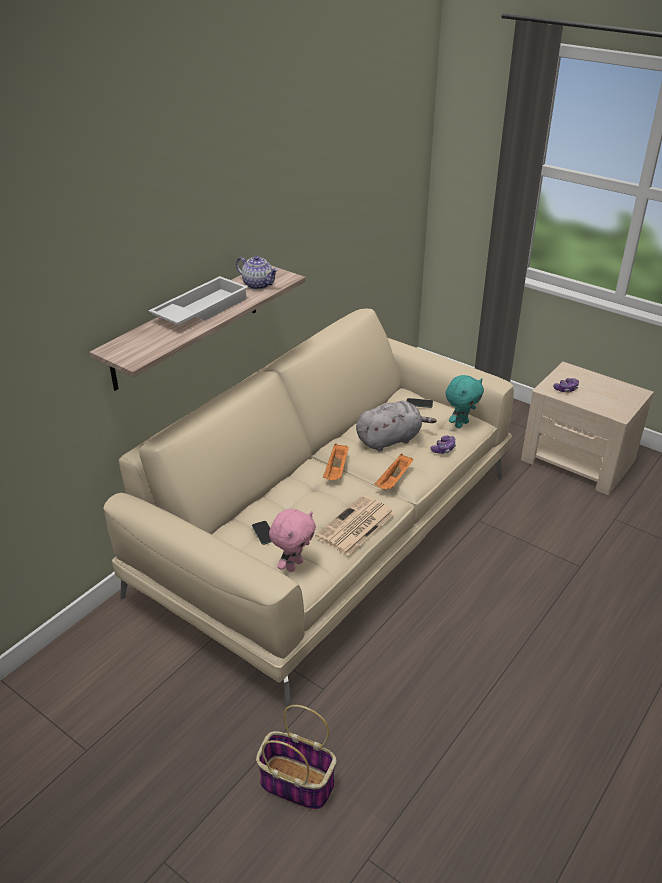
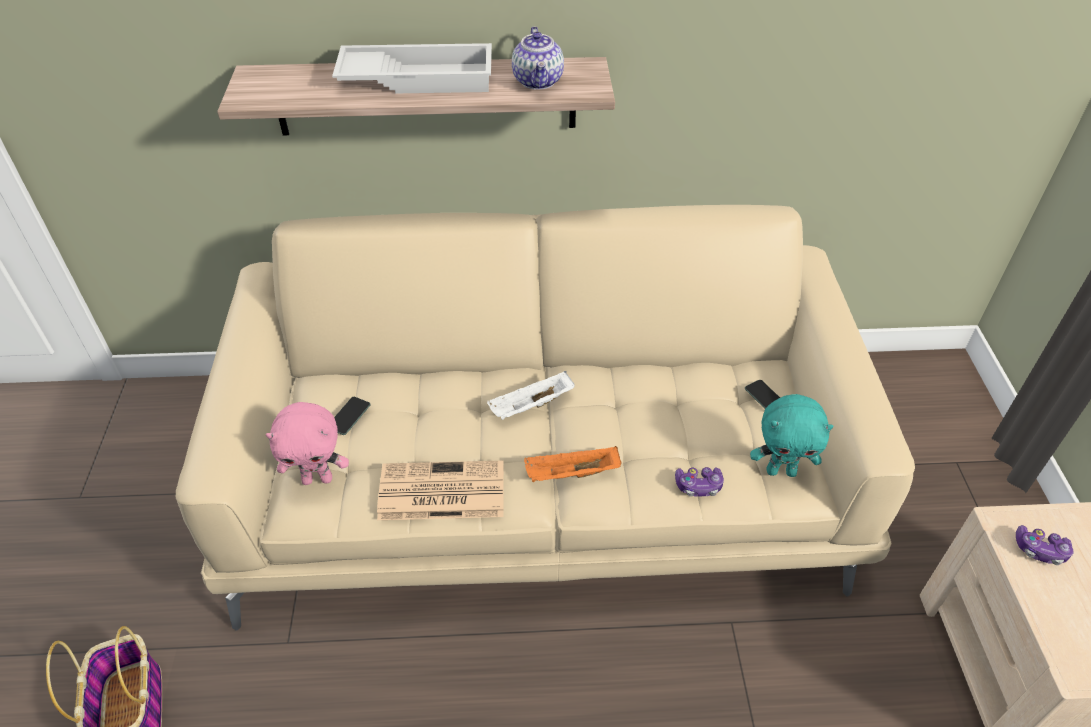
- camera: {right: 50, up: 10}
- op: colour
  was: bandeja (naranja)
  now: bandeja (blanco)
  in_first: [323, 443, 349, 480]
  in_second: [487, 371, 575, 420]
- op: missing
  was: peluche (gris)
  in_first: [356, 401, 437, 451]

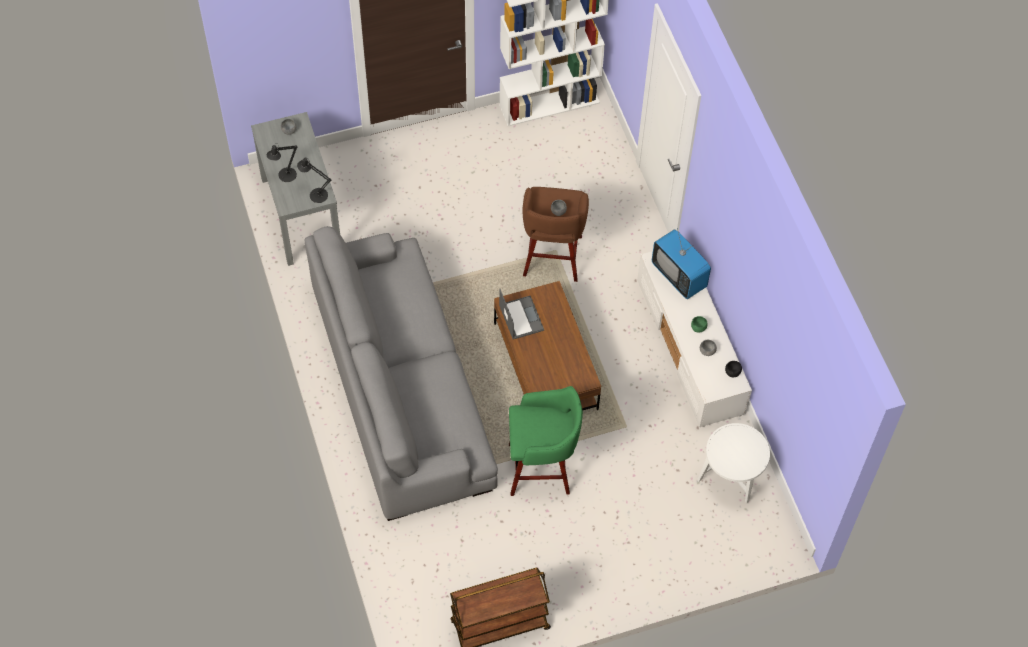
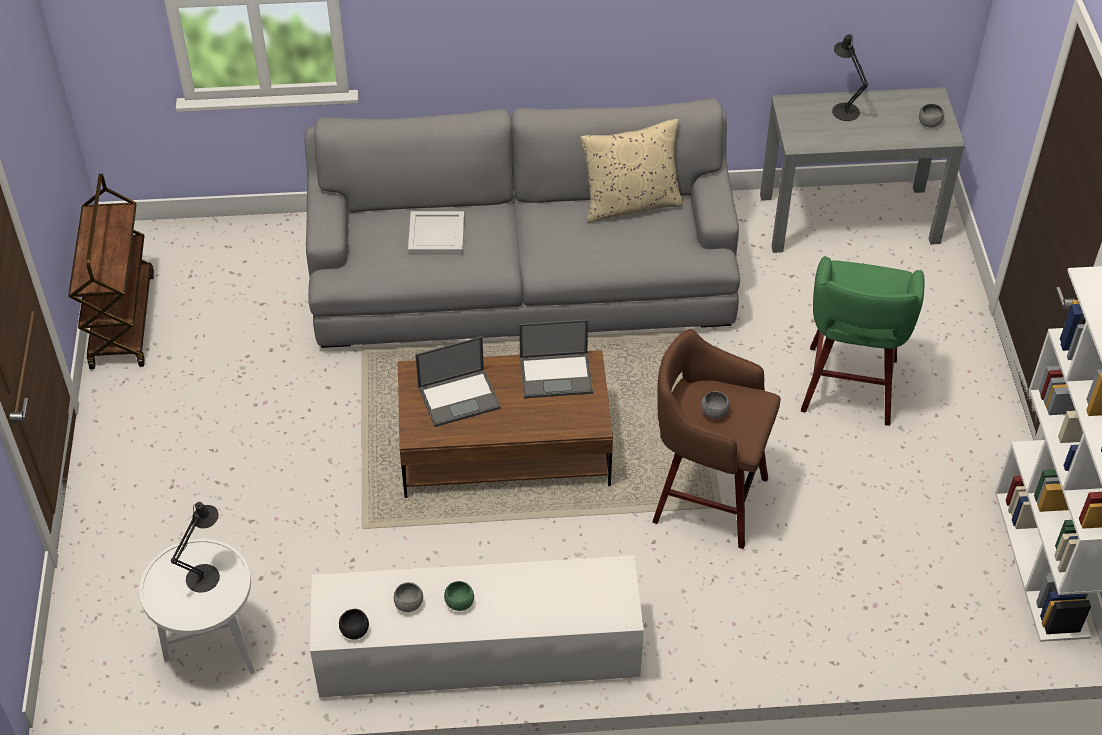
- camera: {right: 105, up: -10}
- op: relocated
  was: lámpara de mesa (negro)
  in_first: [297, 158, 331, 203]
  in_second: [171, 502, 220, 592]
- op: appeared
  now: bandeja (blanco)
  in_second: [408, 211, 464, 255]
- op: appeared
  now: portátil
  in_second: [415, 336, 501, 427]
- op: appeared
  now: cojín (beis)
  in_second: [580, 119, 683, 223]
- op: relocated
  was: taburete (verde)
  in_first: [509, 386, 583, 496]
  in_second: [801, 256, 925, 426]
- op: missing
  was: televisor
  in_first: [652, 228, 711, 299]

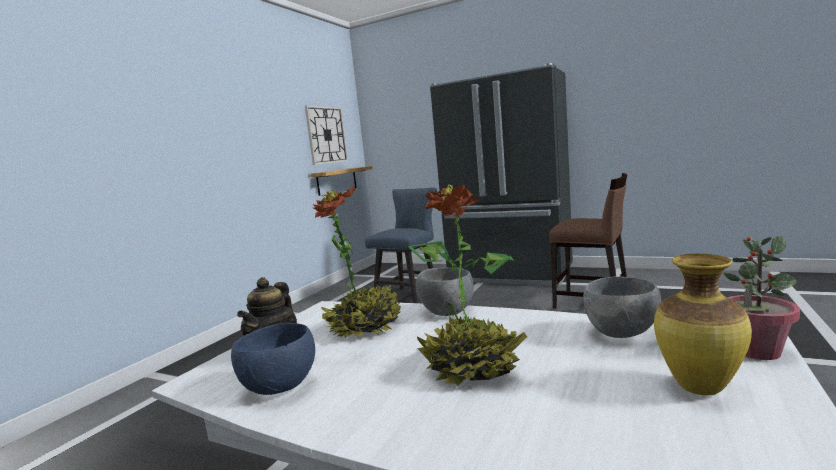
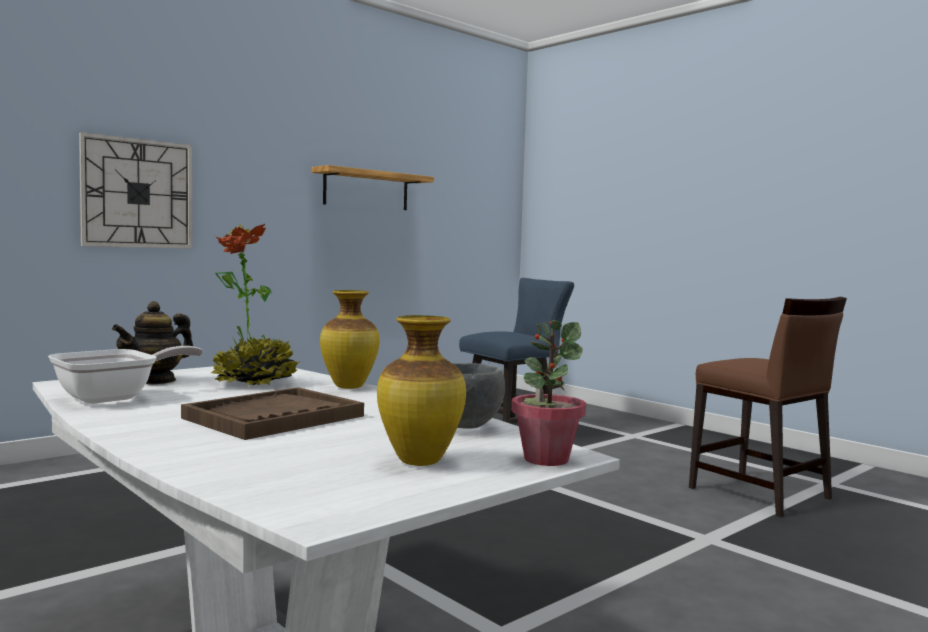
- camera: {right: 20, up: -5}
- op: exchanged
  was: cuenco (azul)
  now: sartén
  in_first: [231, 323, 315, 395]
  in_second: [48, 346, 203, 404]
- op: relocated
  was: reloj de pared
  in_first: [305, 105, 348, 165]
  in_second: [79, 132, 192, 249]
- op: exchanged
  was: planta en maceta
  now: bandeja (marrón)
  in_first: [408, 184, 527, 387]
  in_second: [181, 387, 364, 440]
- op: relocated
  was: estante
  in_first: [310, 166, 372, 196]
  in_second: [312, 165, 434, 210]
- op: exchanged
  was: cuenco (gris)
  now: florero
  in_first: [416, 267, 474, 316]
  in_second: [320, 290, 380, 389]
- op: missing
  was: nevera (negro)
  in_first: [430, 63, 573, 287]

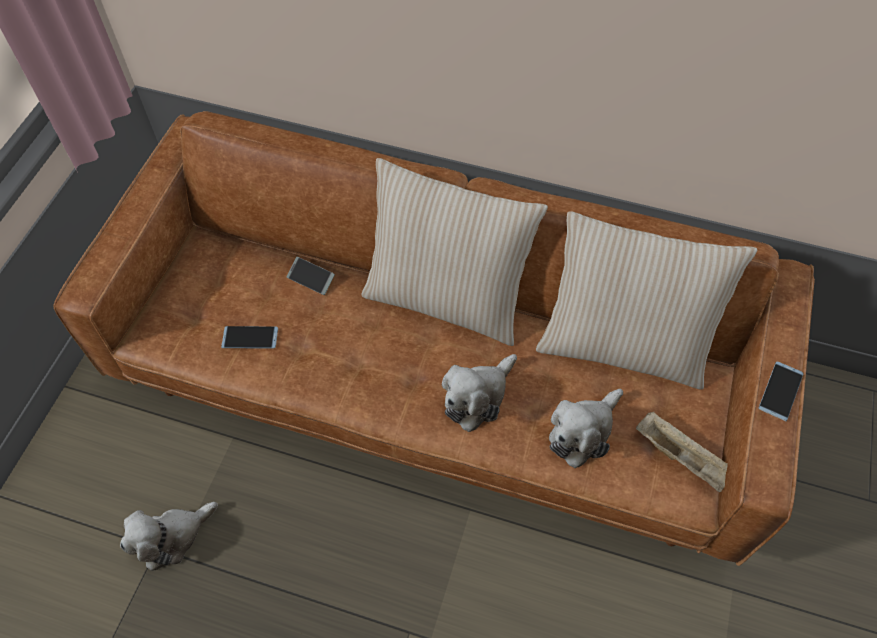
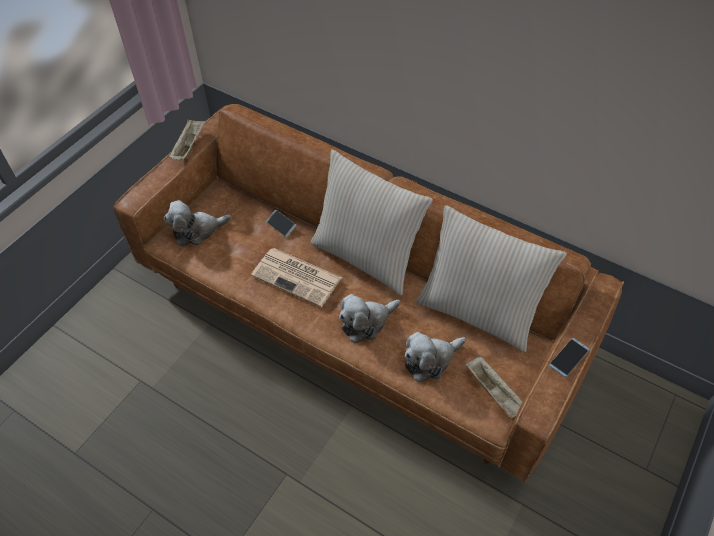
- camera: {right: 15, up: -5}
- op: relocated
  was: peluche
  in_first: [120, 502, 218, 571]
  in_second: [164, 200, 231, 246]
- op: appeared
  now: bandeja (beis)
  in_second: [168, 119, 206, 161]
- op: appeared
  now: periódico
  in_second: [251, 248, 342, 307]
- op: missing
  was: móvil
  in_first: [221, 326, 278, 349]

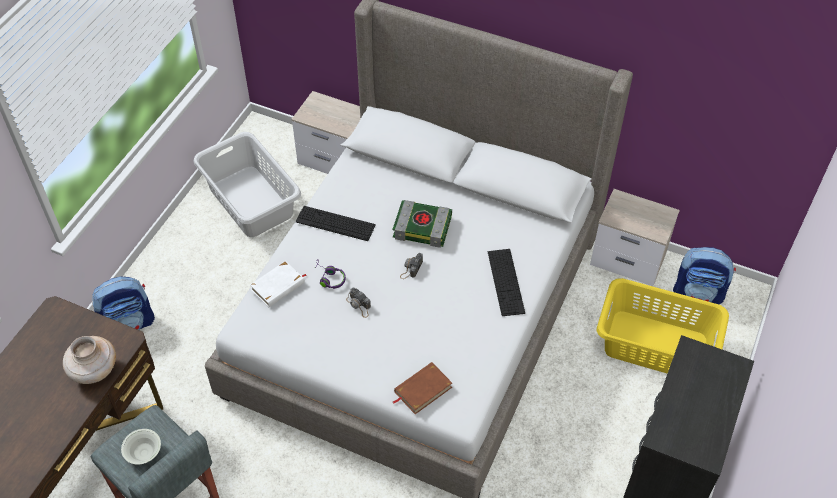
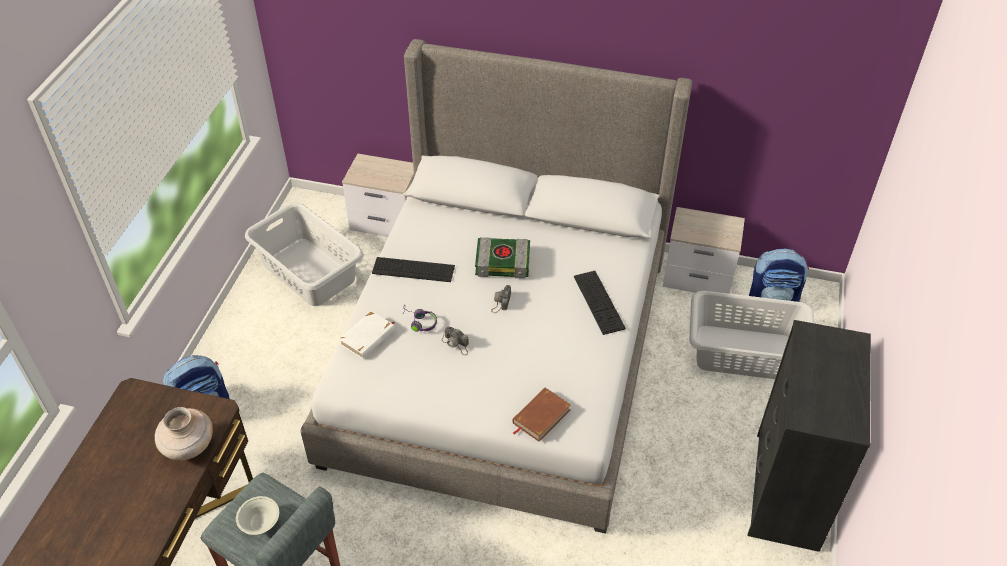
- camera: {right: -10, up: -5}
- op: colour
  was: cesto de la ropa (amarillo)
  now: cesto de la ropa (gris)
  in_first: [597, 278, 729, 374]
  in_second: [689, 291, 814, 379]

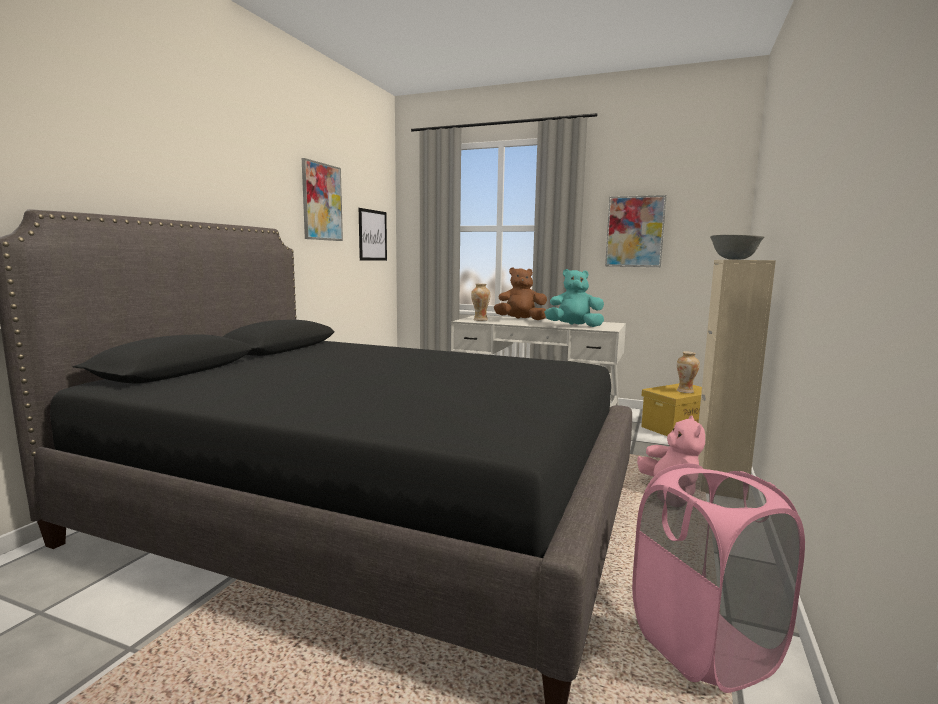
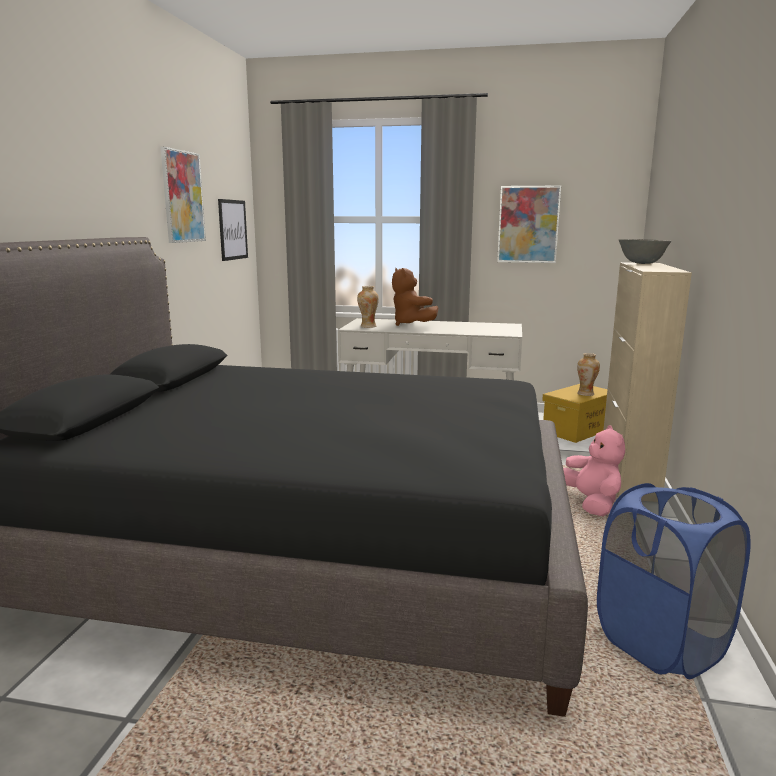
- camera: {right: -10, up: 5}
- op: spun
  was: peluche (marrón)
  in_first: [494, 267, 547, 320]
  in_second: [392, 268, 438, 326]
  clockwise: -105
- op: colour
  was: cesto de la ropa (rosa)
  now: cesto de la ropa (azul)
  in_first: [632, 463, 805, 693]
  in_second: [597, 483, 751, 679]
- op: missing
  was: peluche (turquesa)
  in_first: [544, 269, 604, 327]

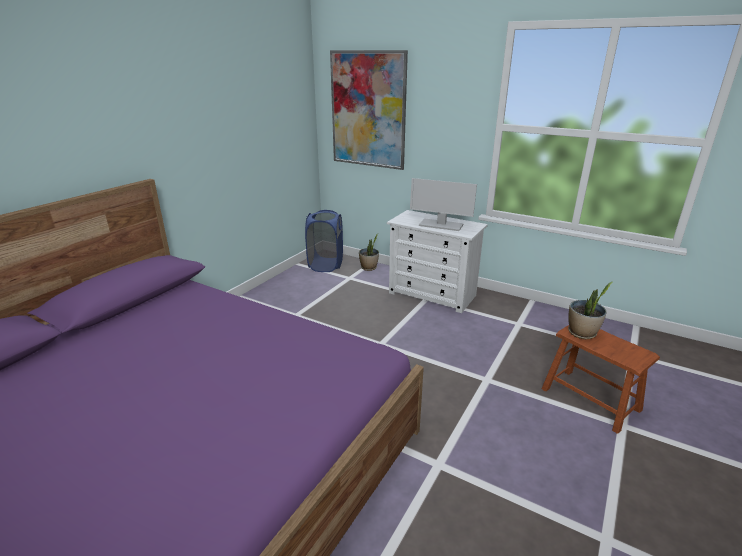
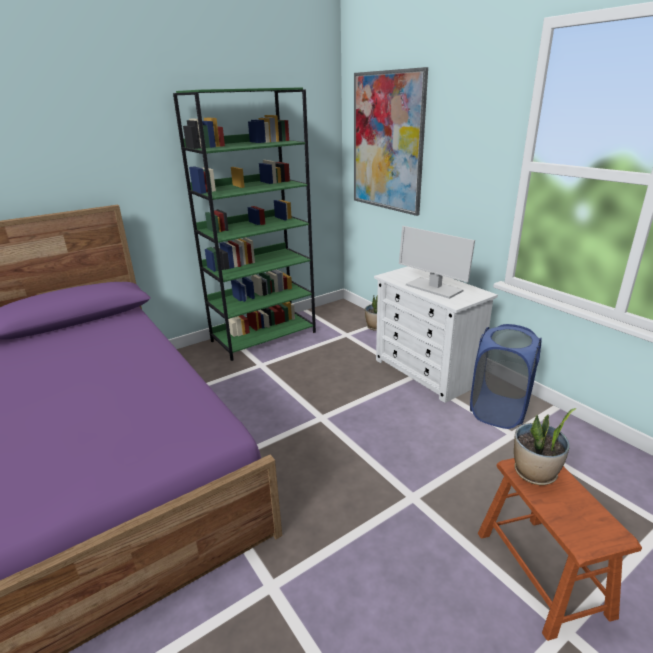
- camera: {right: 25, up: 0}
- op: appeared
  now: estantería (verde)
  in_second: [173, 87, 316, 361]
- op: relocated
  was: cesto de la ropa (azul)
  in_first: [305, 210, 343, 272]
  in_second: [470, 324, 542, 429]

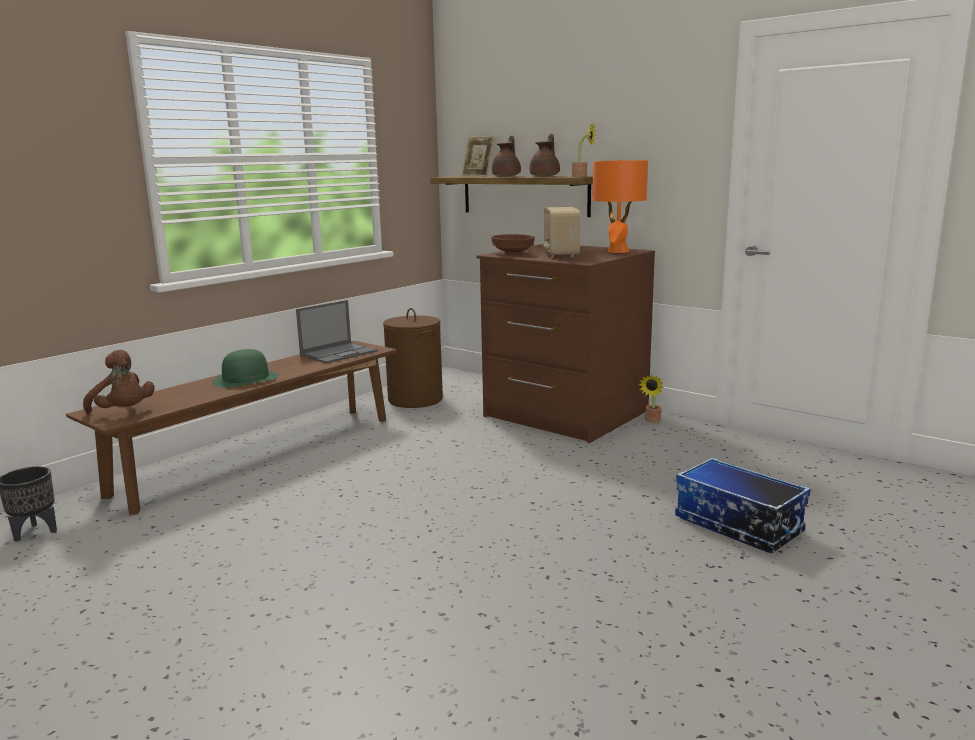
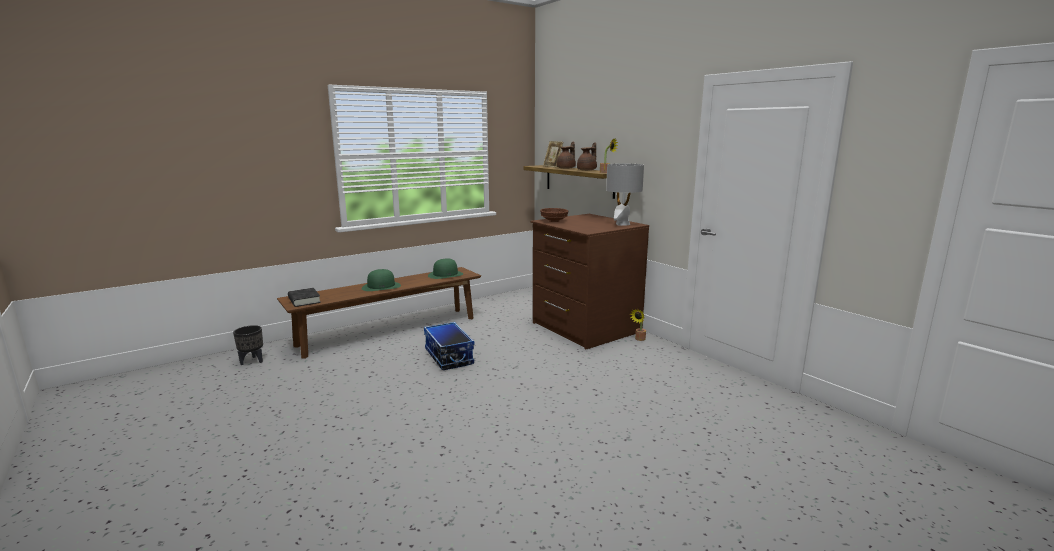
- camera: {right: 15, up: 0}
- op: exchanged
  was: peluche (marrón)
  now: libro (negro)
  in_first: [83, 349, 155, 414]
  in_second: [288, 288, 321, 307]
- op: relocated
  was: caja de almacenaje
  in_first: [675, 458, 811, 553]
  in_second: [424, 322, 474, 370]
- op: exchanged
  was: portátil
  now: sombrero (verde)
  in_first: [296, 300, 377, 364]
  in_second: [428, 259, 463, 279]
- op: colour
  was: lámpara de mesa (naranja)
  now: lámpara de mesa (gris)
  in_first: [592, 160, 648, 253]
  in_second: [606, 163, 644, 226]
- op: missing
  was: cesto de la ropa (marrón)
  in_first: [383, 308, 443, 408]
- op: missing
  was: radio
  in_first: [542, 207, 580, 258]

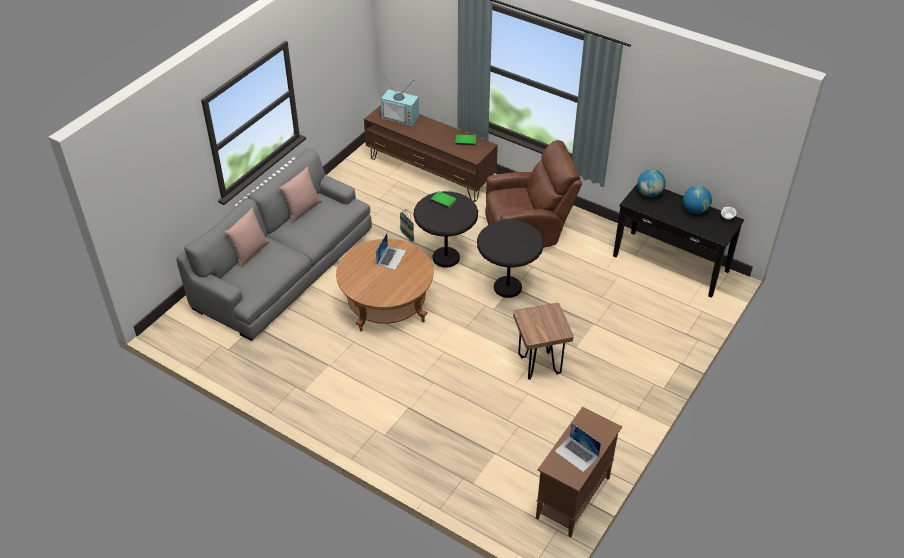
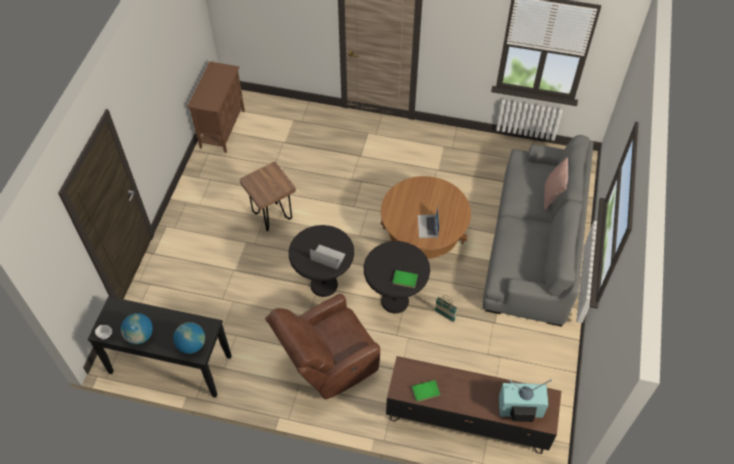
- camera: {right: 160, up: 10}
- op: relocated
  was: portátil
  in_first: [555, 423, 601, 472]
  in_second: [309, 245, 346, 270]
- op: missing
  was: cojín (rosa)
  in_first: [279, 167, 322, 223]

